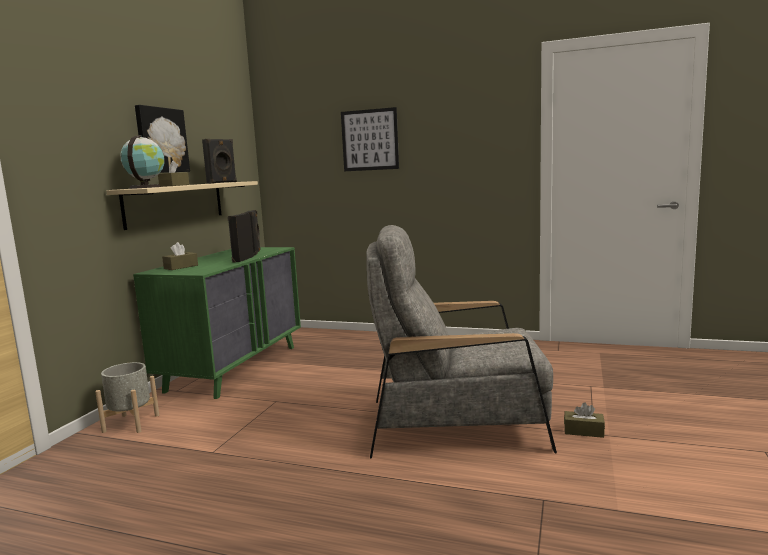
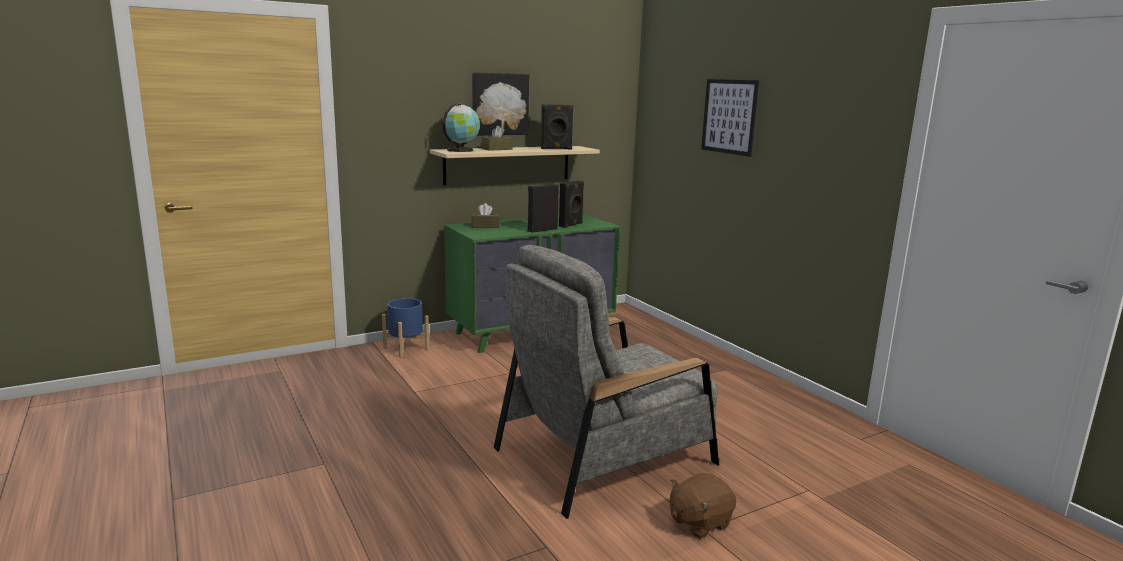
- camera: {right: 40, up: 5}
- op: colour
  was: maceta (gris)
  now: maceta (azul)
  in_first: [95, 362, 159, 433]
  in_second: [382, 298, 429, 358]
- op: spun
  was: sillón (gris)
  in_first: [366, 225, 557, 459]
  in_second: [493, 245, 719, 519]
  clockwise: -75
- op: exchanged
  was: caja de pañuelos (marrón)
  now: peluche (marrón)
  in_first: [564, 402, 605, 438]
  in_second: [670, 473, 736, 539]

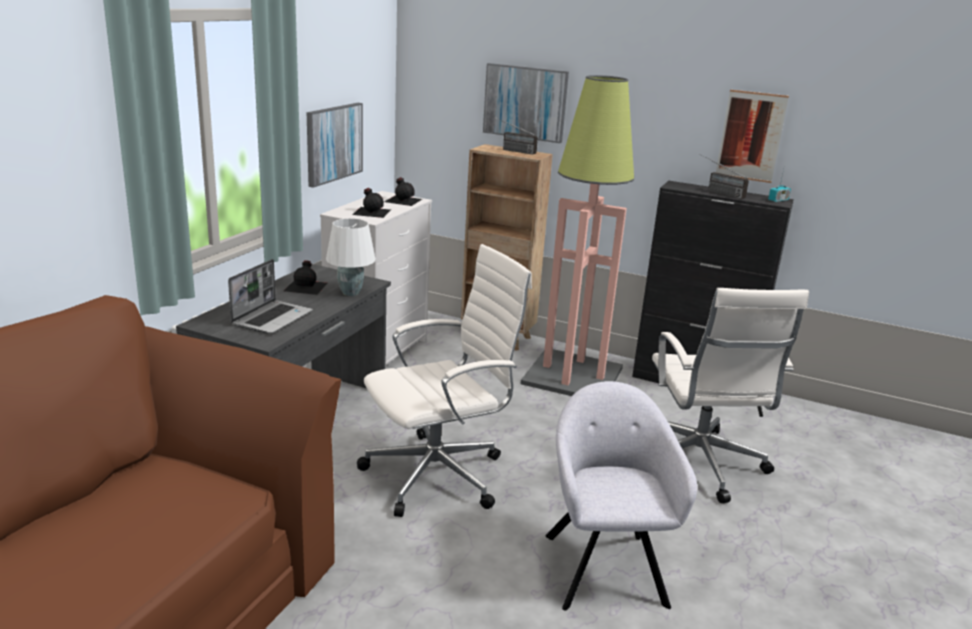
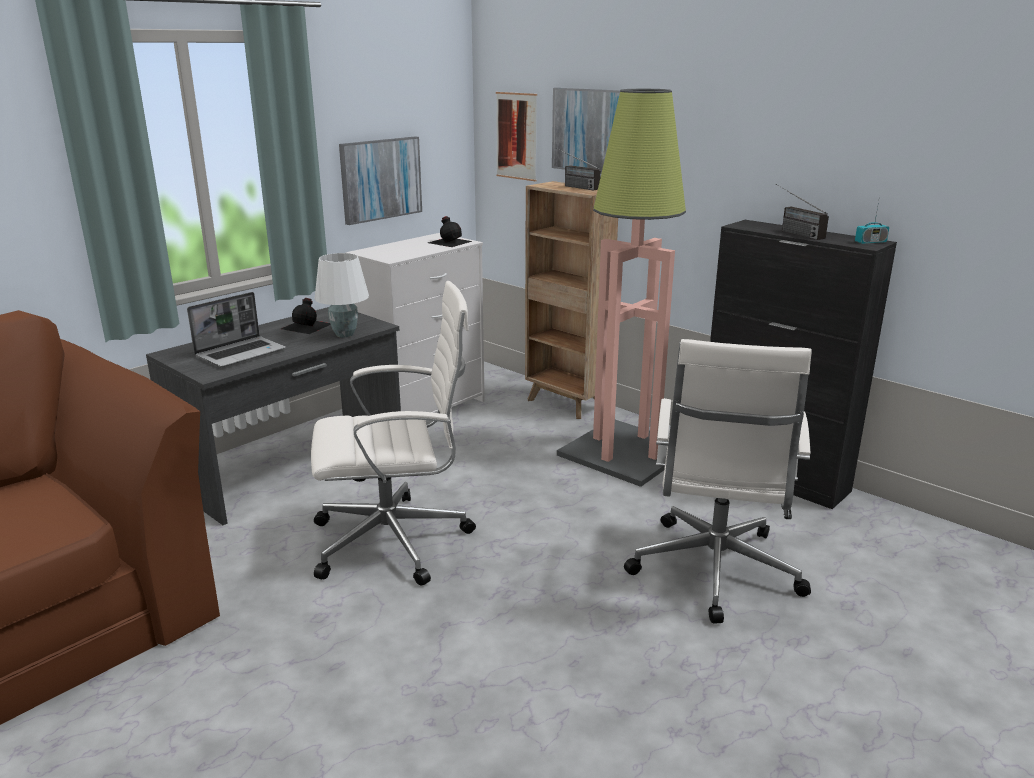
- camera: {right: 20, up: 0}
- op: relocated
  was: cuadro
  in_first: [716, 90, 789, 183]
  in_second: [496, 92, 537, 181]
- op: missing
  was: botella (negro)
  in_first: [353, 188, 390, 218]
- op: missing
  was: sillón (gris)
  in_first: [546, 381, 697, 611]

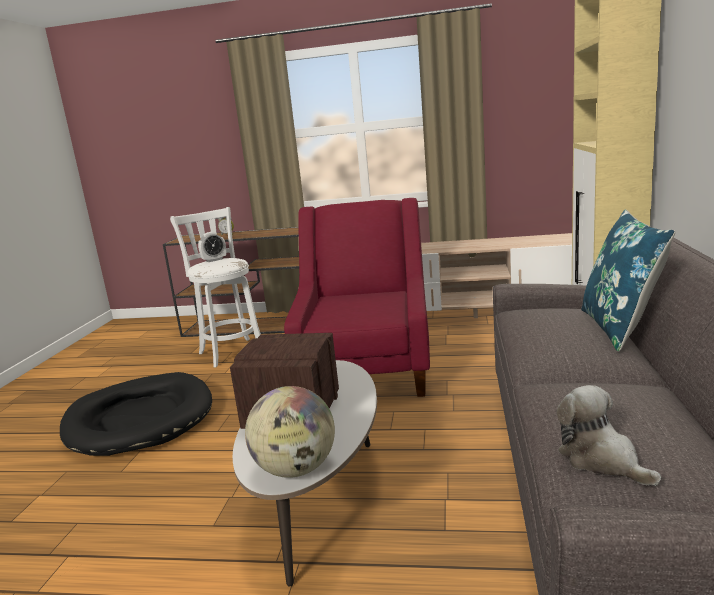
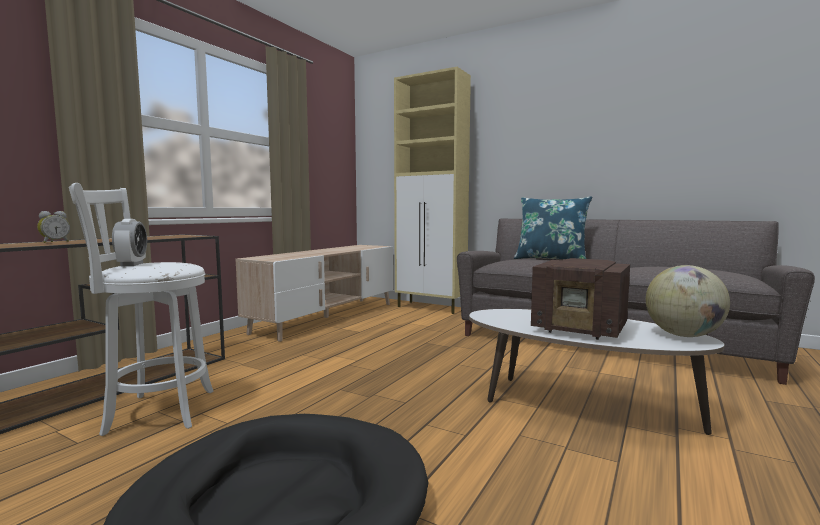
- camera: {right: -70, up: -10}
- op: missing
  was: sillón (rojo)
  in_first: [284, 198, 430, 397]
- op: missing
  was: peluche
  in_first: [557, 385, 661, 486]

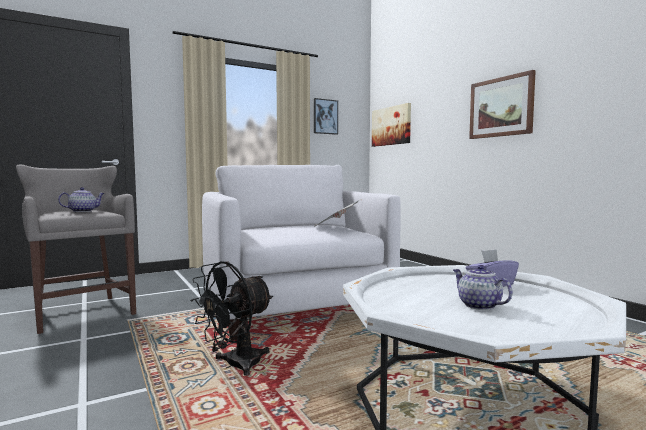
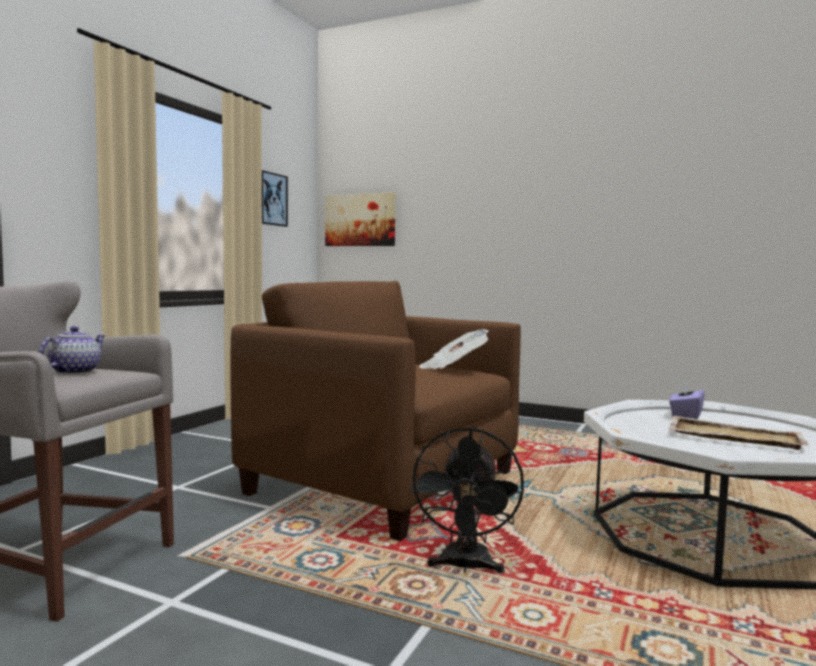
- camera: {right: -35, up: 0}
- op: colour
  was: sillón (blanco)
  now: sillón (marrón)
  in_first: [202, 165, 401, 340]
  in_second: [230, 281, 521, 541]
- op: exchanged
  was: tetera
  now: bandeja (beis)
  in_first: [453, 265, 513, 310]
  in_second: [669, 416, 809, 450]
- op: missing
  was: cuadro
  in_first: [469, 70, 536, 139]

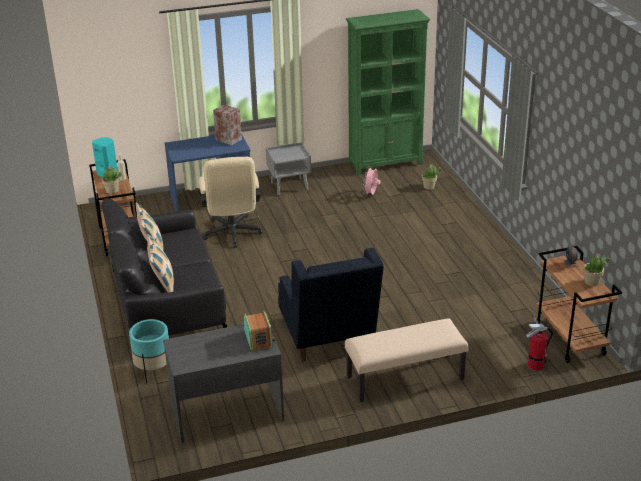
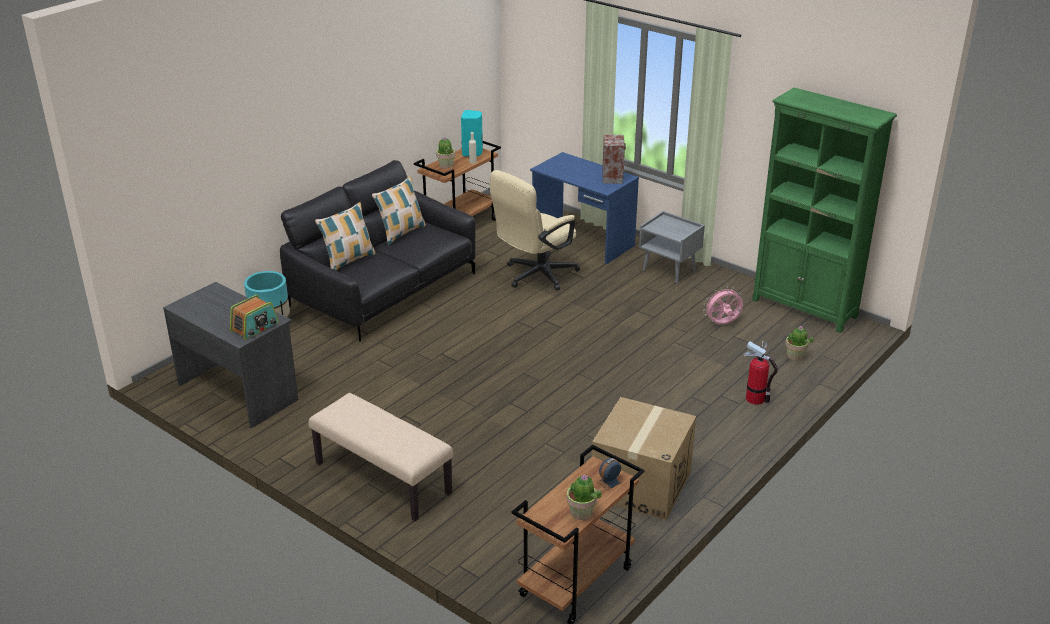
- camera: {right: 55, up: 0}
- op: appeared
  now: caja de cartón
  in_second: [592, 397, 696, 521]
- op: relocated
  was: extintor
  in_first: [526, 318, 553, 371]
  in_second: [743, 341, 778, 405]
- op: missing
  was: sillón (azul)
  in_first: [278, 248, 384, 362]

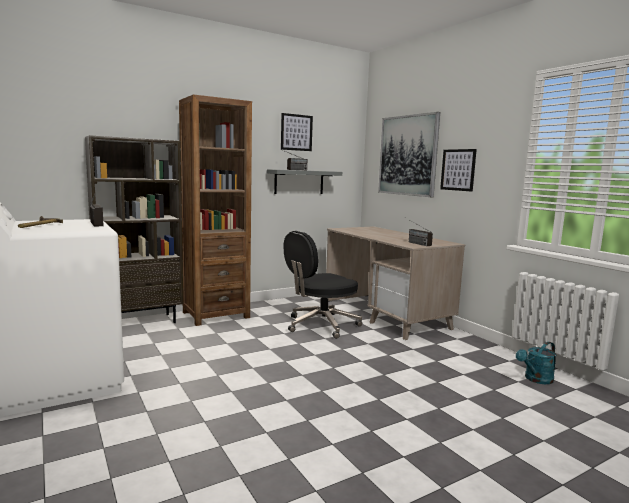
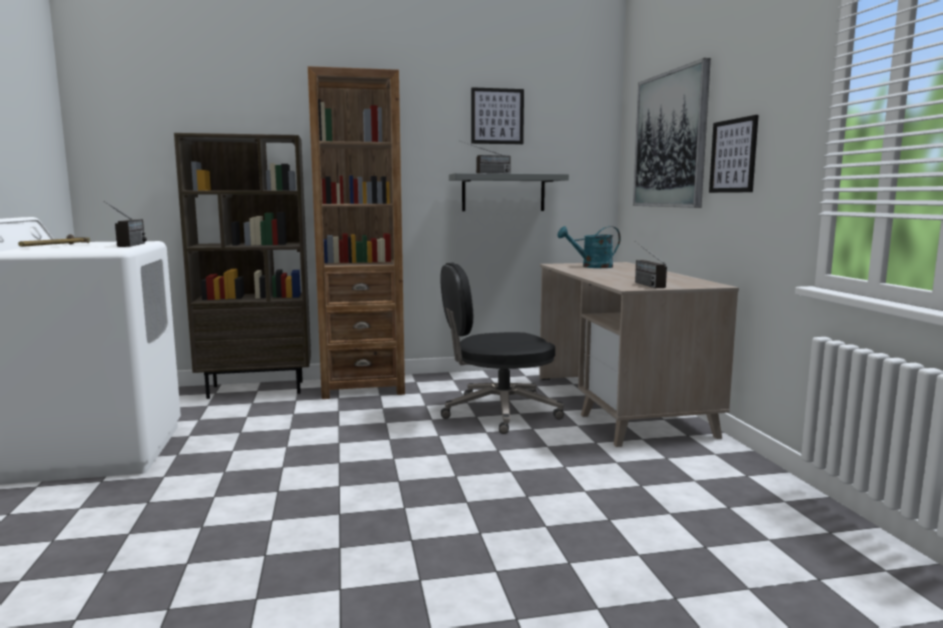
- camera: {right: 20, up: 0}
- op: relocated
  was: regadera (turquesa)
  in_first: [516, 342, 557, 384]
  in_second: [557, 226, 621, 268]

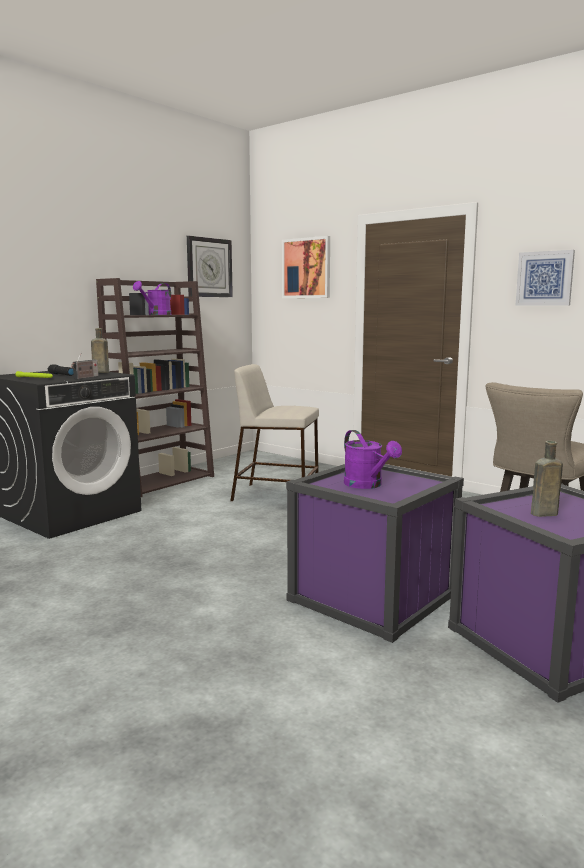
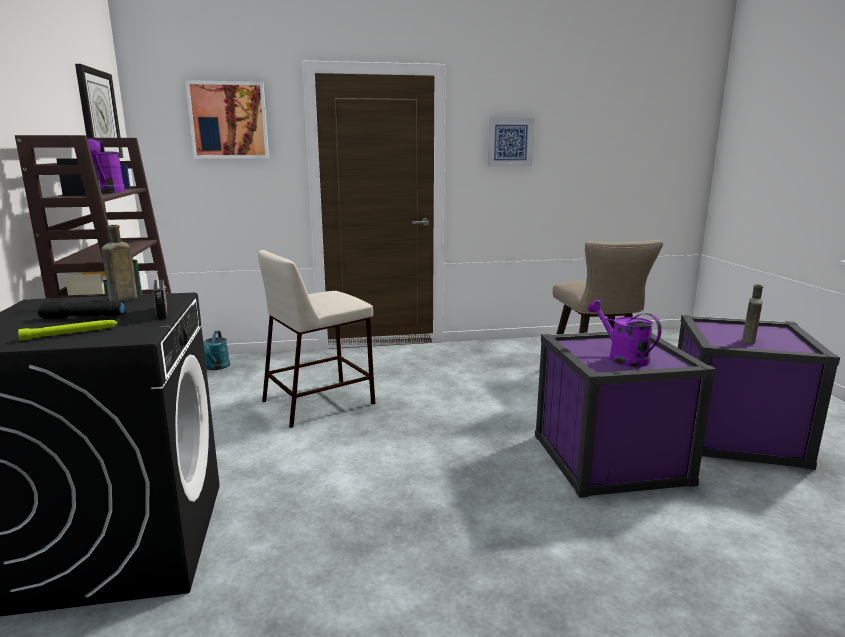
- camera: {right: -50, up: 5}
- op: appeared
  now: regadera (turquesa)
  in_second: [203, 331, 230, 370]
- op: spun
  was: regadera (morado)
  in_first: [344, 430, 402, 489]
  in_second: [588, 299, 662, 367]
  clockwise: -135

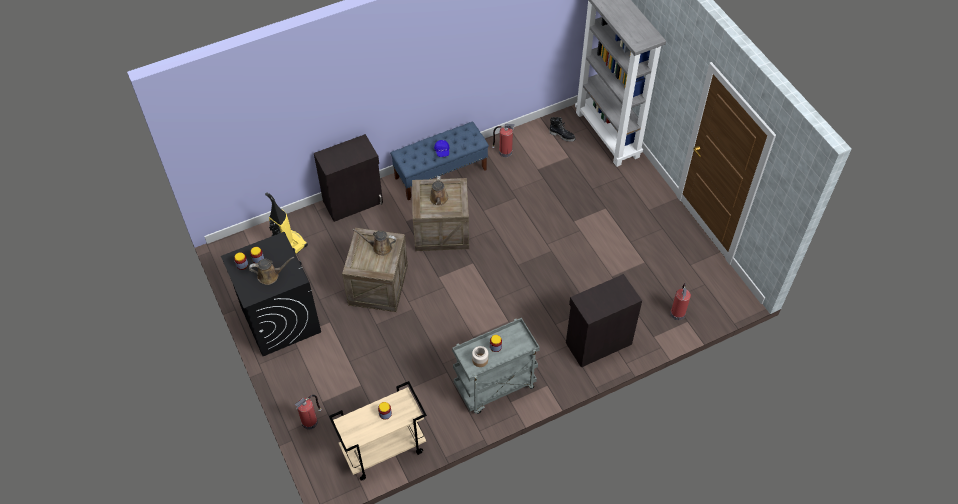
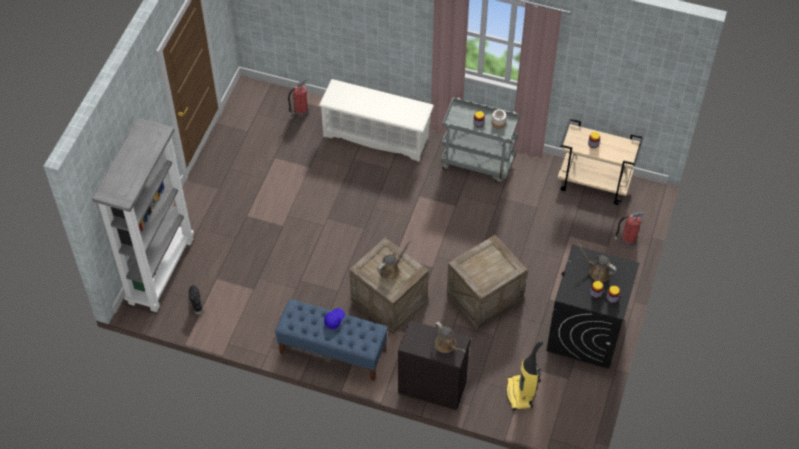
- camera: {right: -135, up: 0}
- op: exchanged
  was: armario (negro)
  now: zapatero (blanco)
  in_first: [566, 274, 642, 368]
  in_second: [319, 79, 434, 162]
- op: relocated
  was: regadera (marrón)
  in_first: [352, 229, 396, 256]
  in_second: [435, 322, 466, 353]
- op: missing
  was: extintor
  in_first: [492, 124, 515, 157]

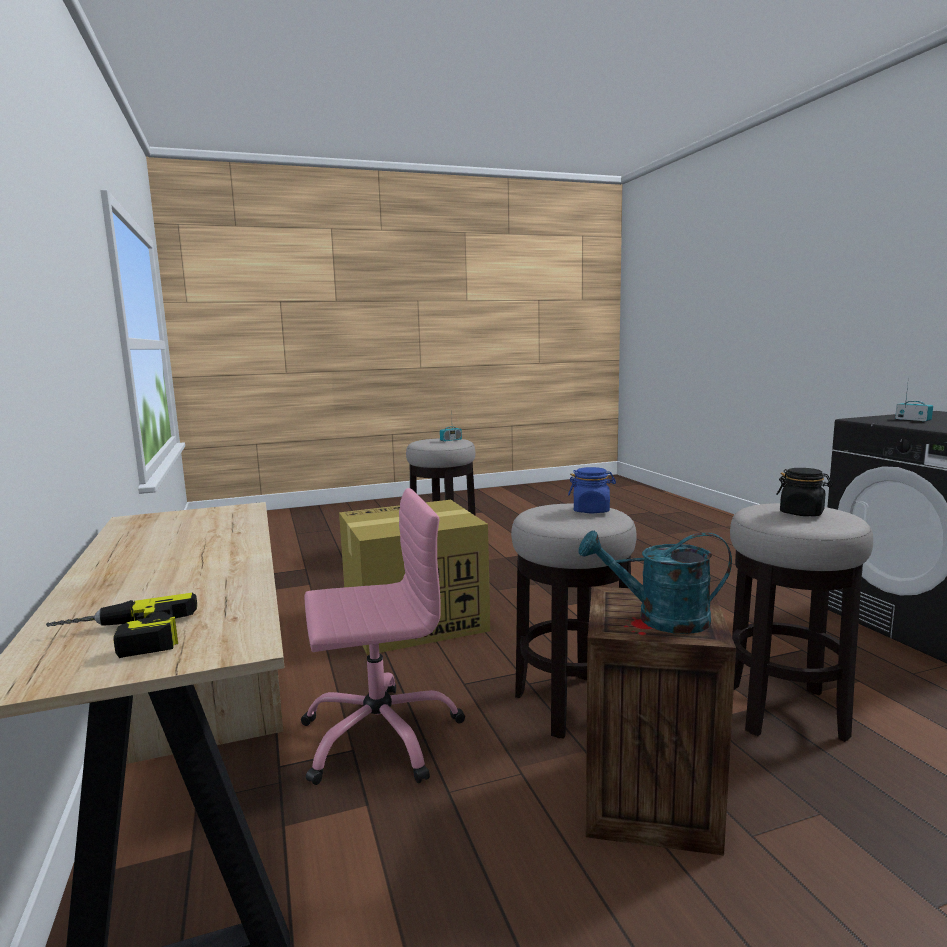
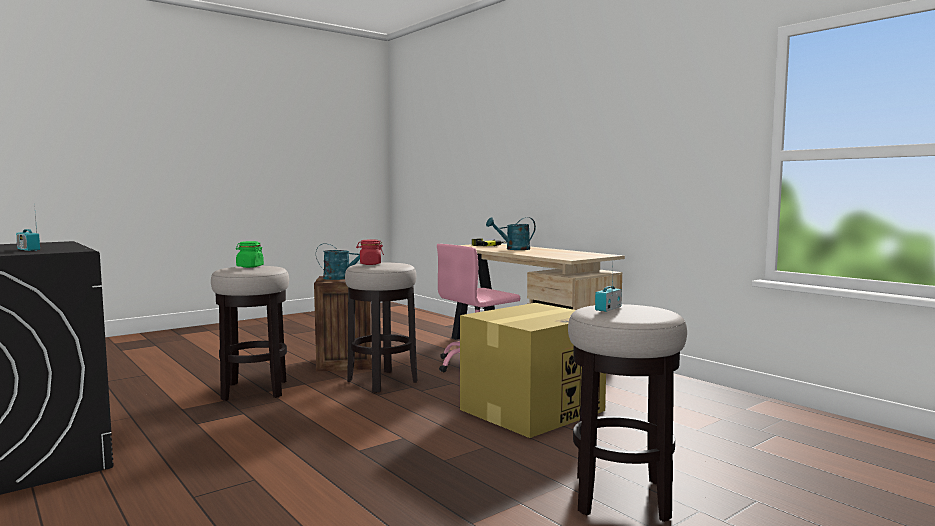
- camera: {right: 160, up: -5}
- op: colour
  was: tarro (negro)
  now: tarro (verde)
  in_first: [776, 468, 833, 516]
  in_second: [236, 241, 264, 268]
- op: colour
  was: tarro (azul)
  now: tarro (rojo)
  in_first: [568, 467, 616, 513]
  in_second: [356, 240, 384, 265]
- op: appeared
  now: regadera (turquesa)
  in_second: [486, 217, 536, 250]

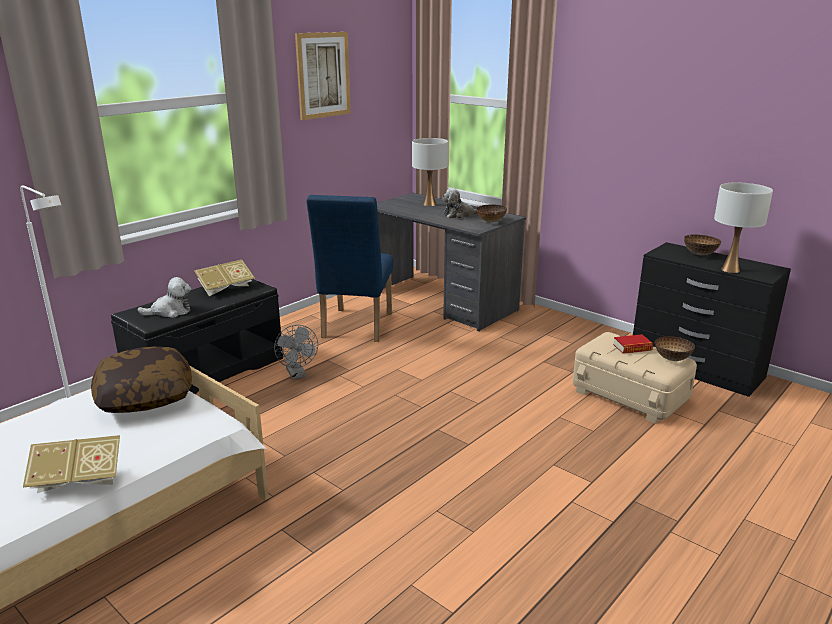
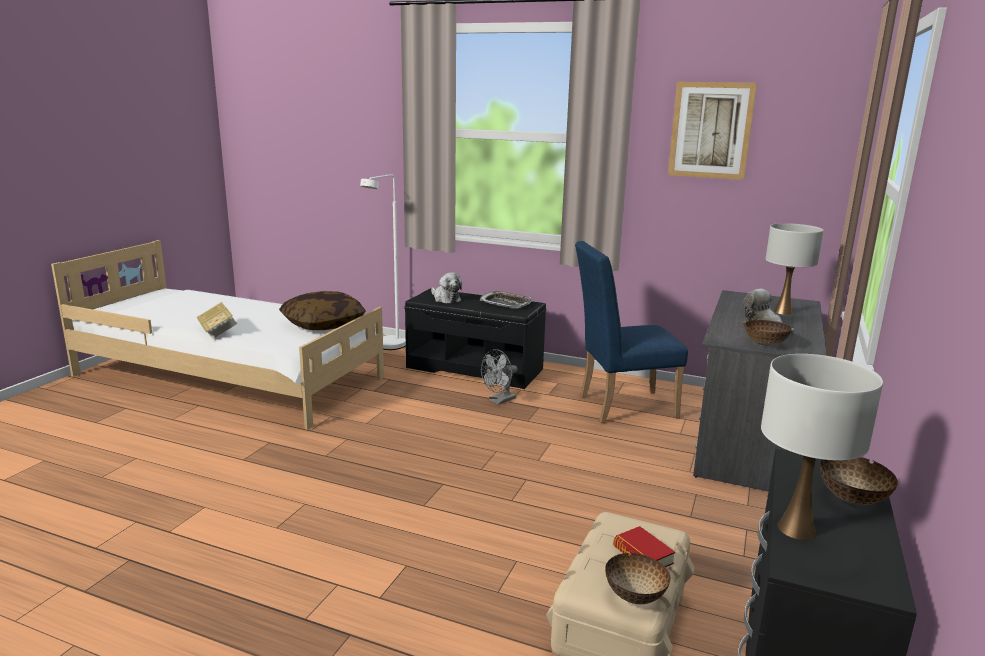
- camera: {right: 70, up: -5}
- op: exchanged
  was: libro
  now: bandeja
  in_first: [194, 260, 255, 296]
  in_second: [480, 291, 532, 309]

